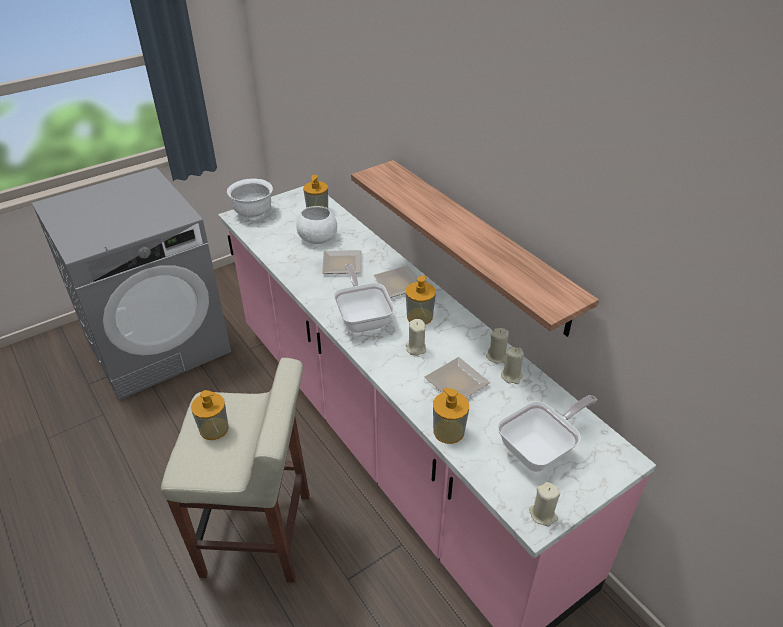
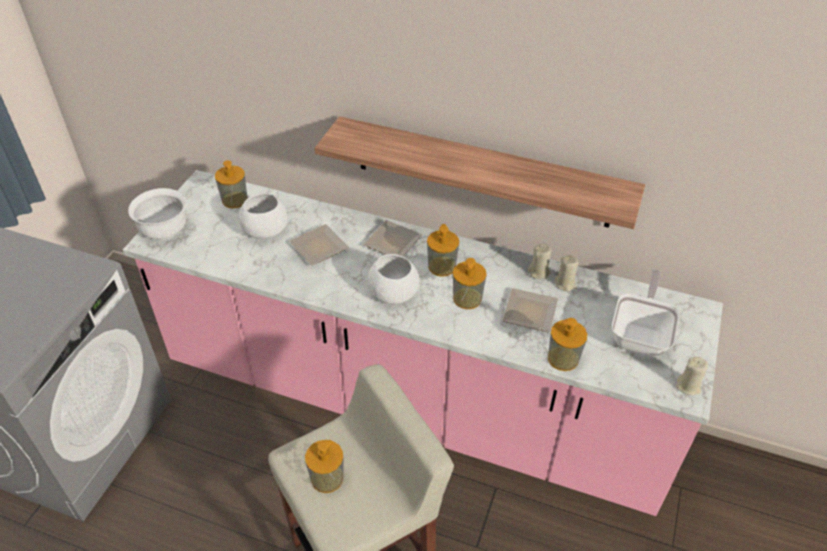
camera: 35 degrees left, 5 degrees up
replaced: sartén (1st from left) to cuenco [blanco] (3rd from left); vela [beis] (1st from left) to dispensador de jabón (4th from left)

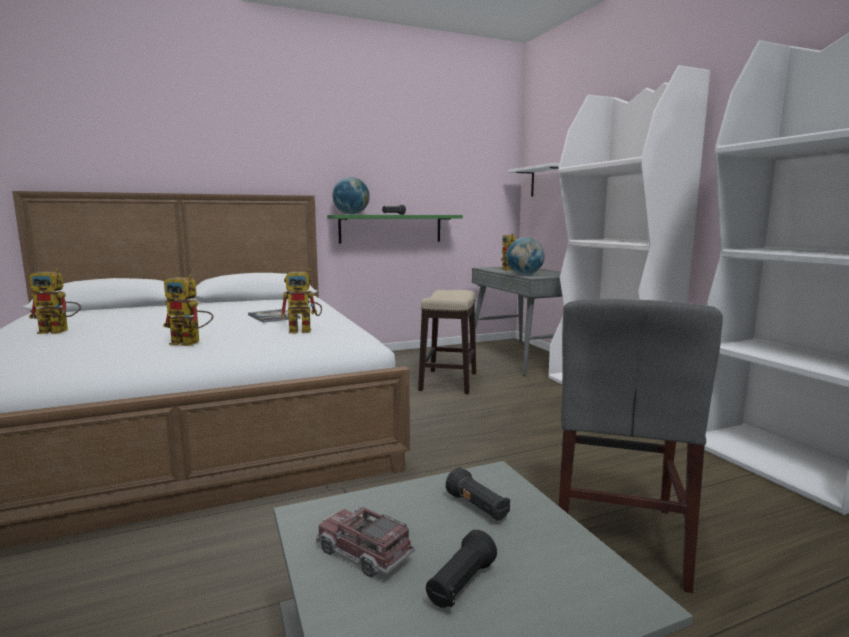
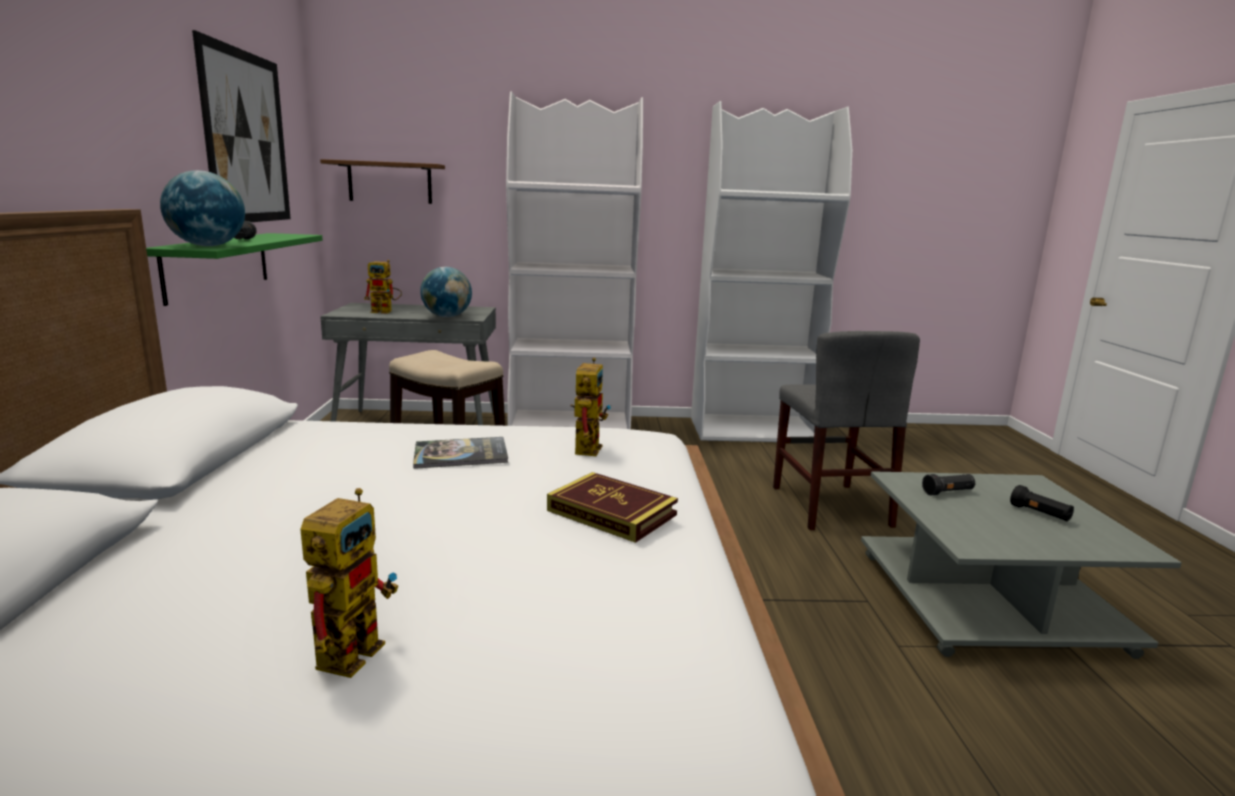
camera: 70 degrees left, 5 degrees up
removed: camión de juguete
added: cuadro
replaced: robot de juguete (2nd from left) to libro (2nd from left)
recoloured: estante [blanco] to estante [marrón]
turned: silla [gris] 45 degrees clockwise

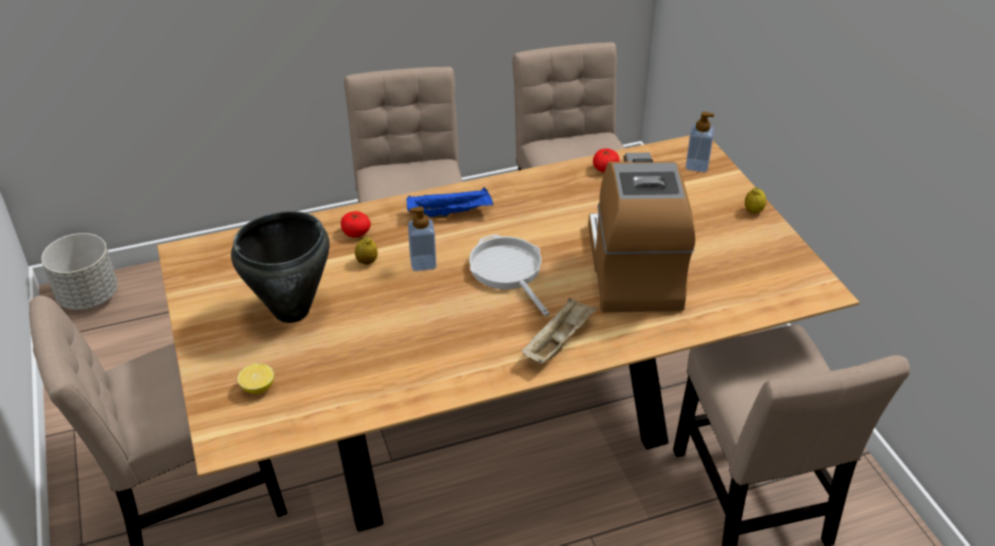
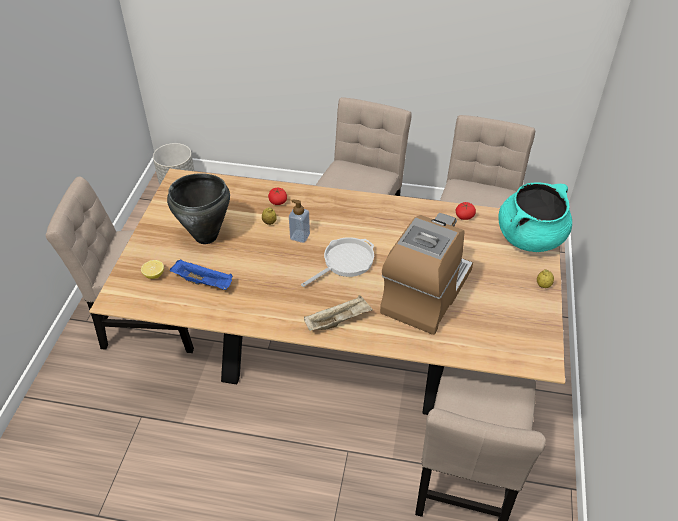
camera: 30 degrees right, 5 degrees up
moved: bandeja [azul]
replaced: dispensador de jabón (2nd from left) to olla [turquesa]
turned: sartén 45 degrees clockwise

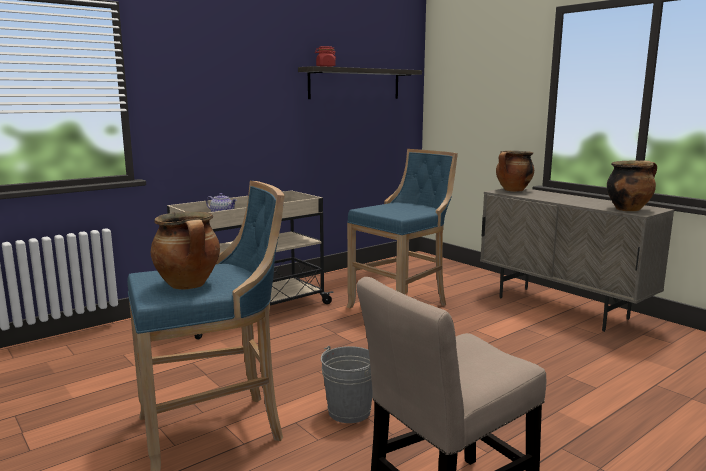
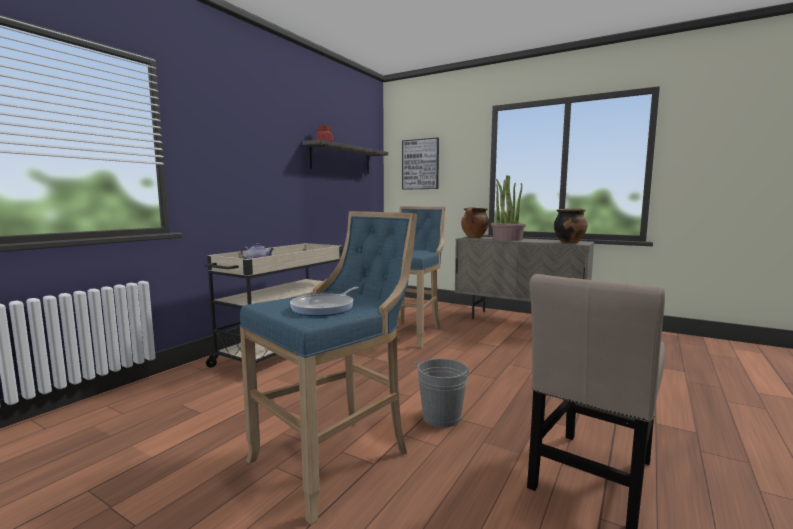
camera: 20 degrees left, 5 degrees down
added: cuadro; planta en maceta
replaced: olla (1st from left) to sartén

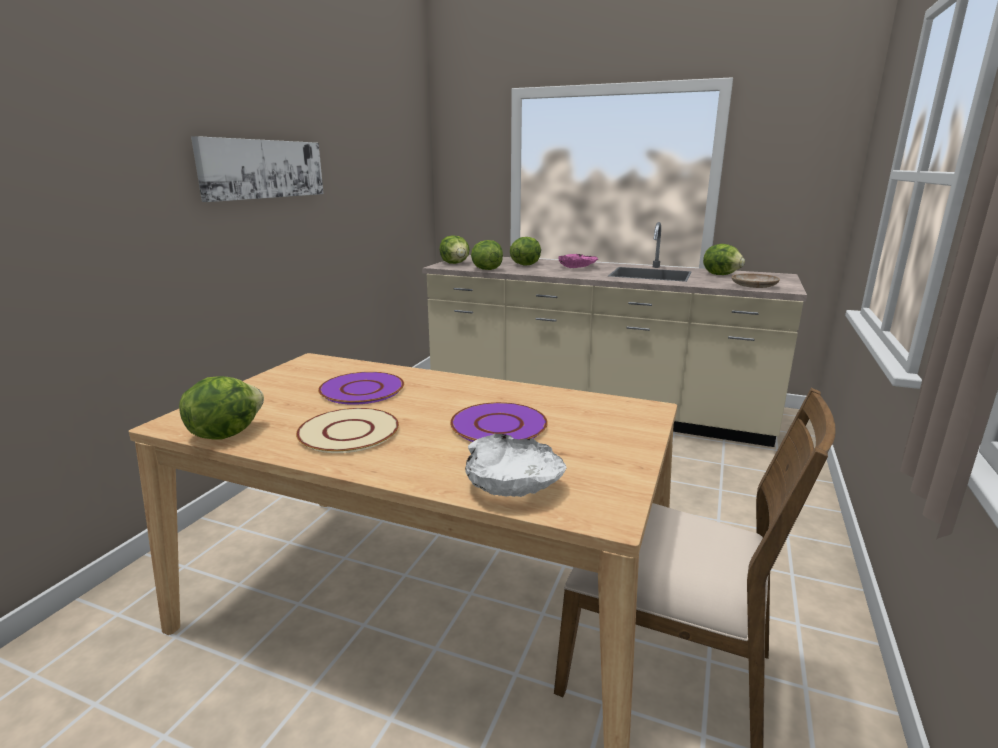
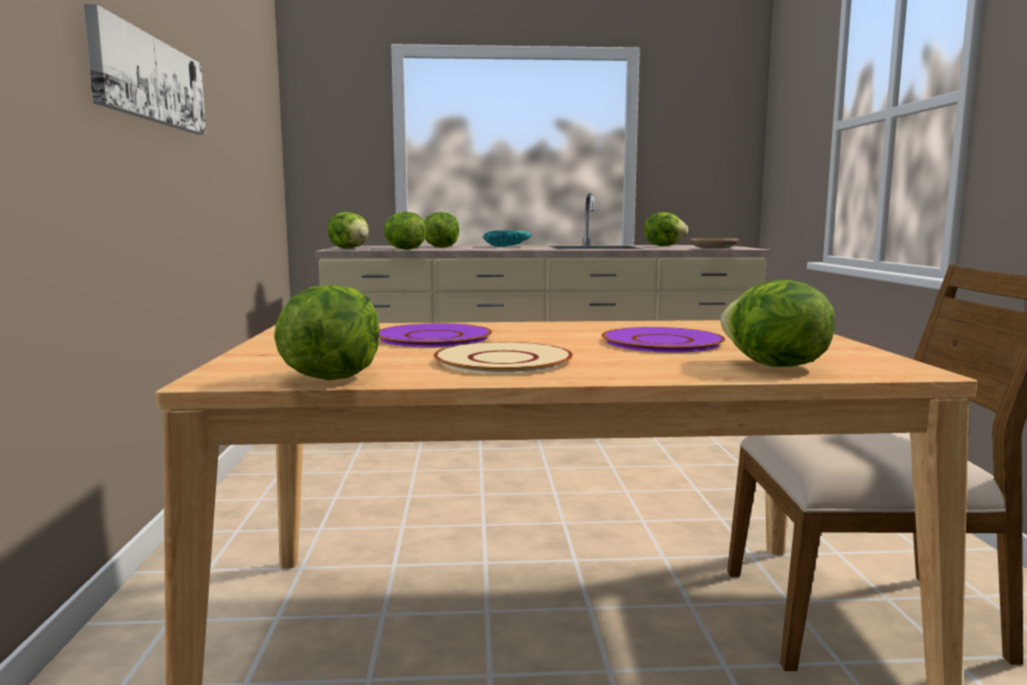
camera: 25 degrees left, 10 degrees down
replaced: cuenco [blanco] to lechuga (6th from left)
recoloured: cuenco [rosa] to cuenco [turquesa]

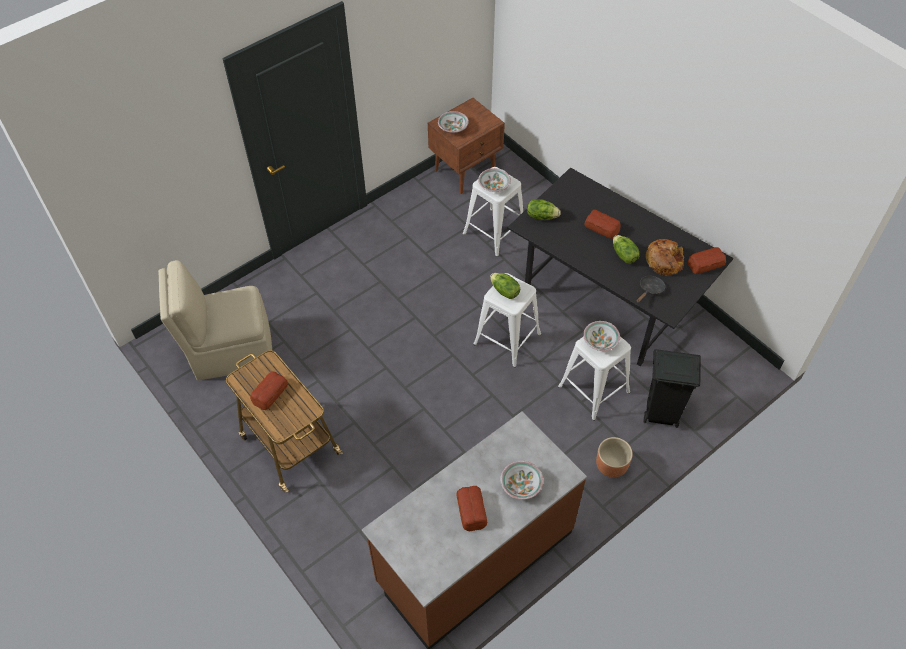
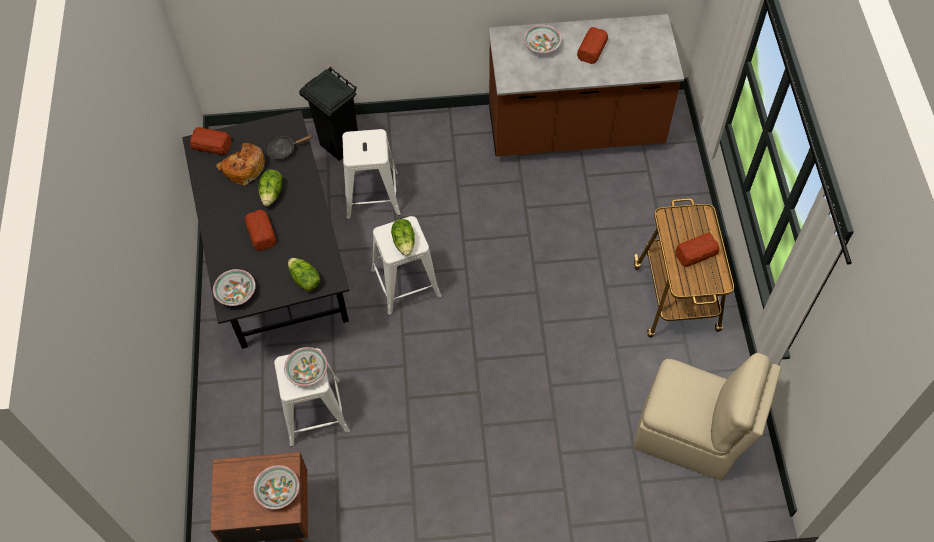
camera: 145 degrees left, 5 degrees up
removed: maceta [marrón]
moved: cuenco (4th from left in the first image) to cuenco (1st from left)

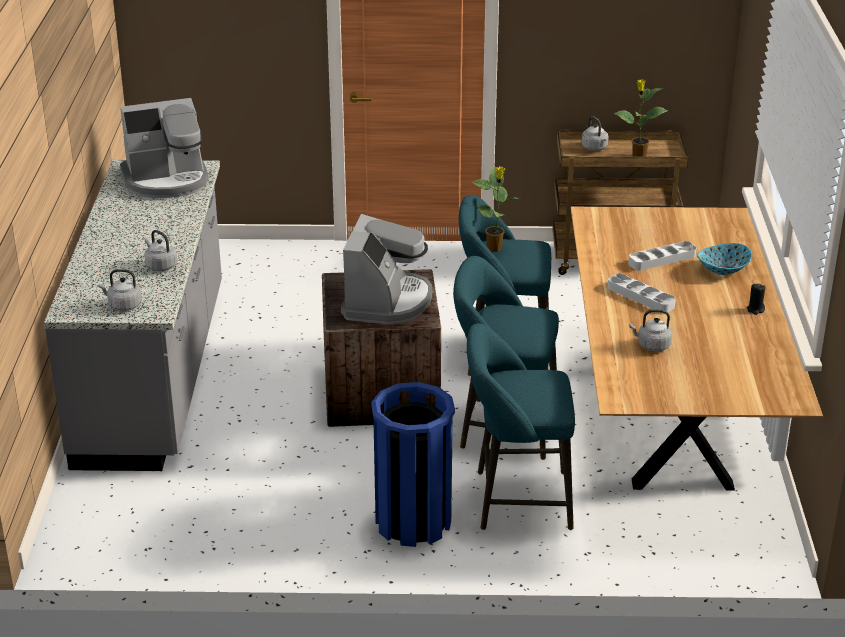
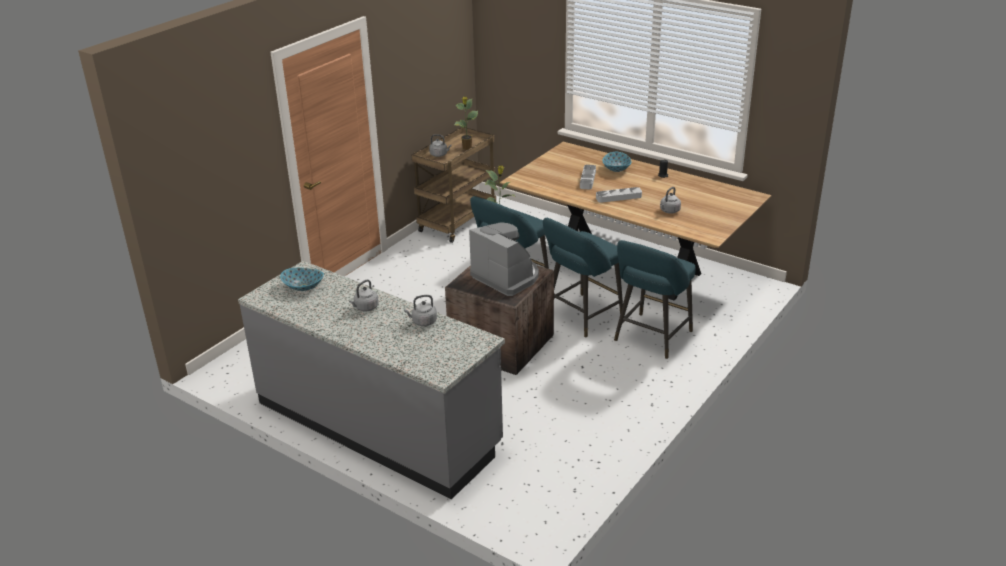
camera: 55 degrees left, 0 degrees up
removed: papelera [azul]
moved: hervidor [gris] (1st from left)
replaced: cafetera (1st from left) to cuenco (1st from left)

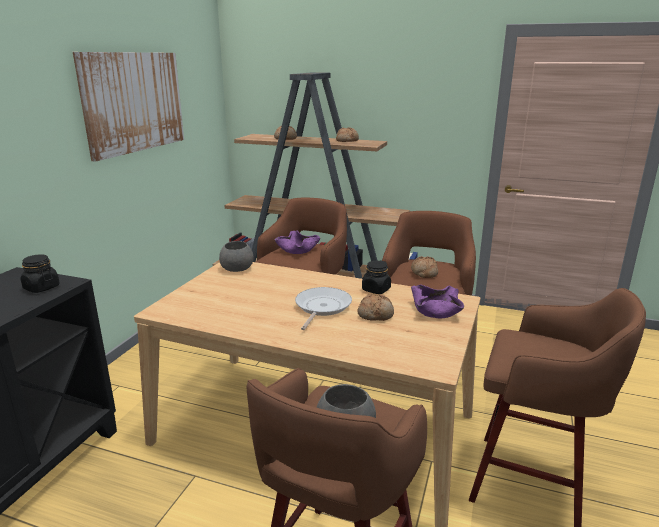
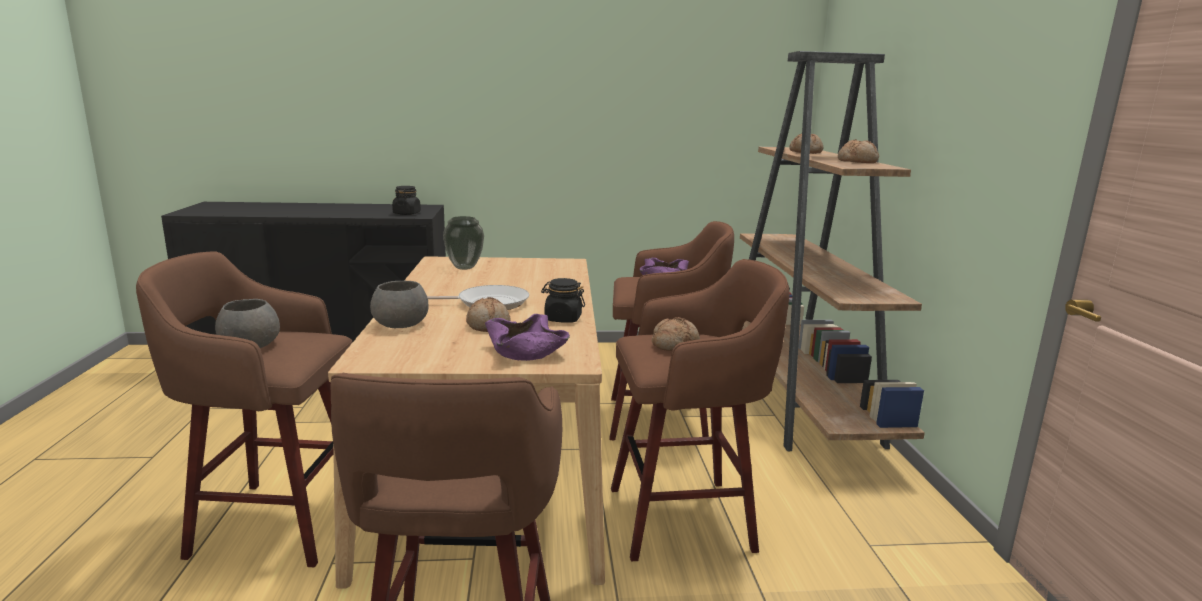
camera: 65 degrees right, 5 degrees down
removed: cuadro
added: florero
moved: cuenco [gris] (1st from left in the first image) to cuenco [gris] (2nd from left)

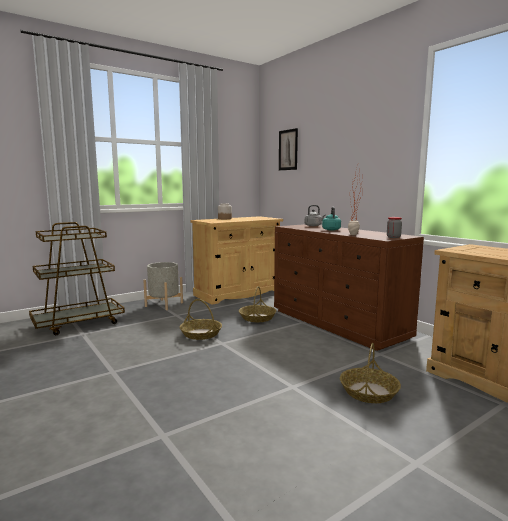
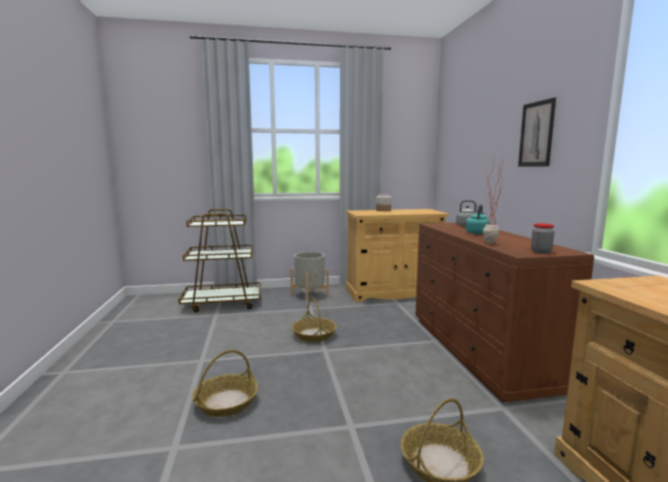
camera: 25 degrees right, 0 degrees up
moved: cuadro; cesta (2nd from left in the first image) to cesta (1st from left)

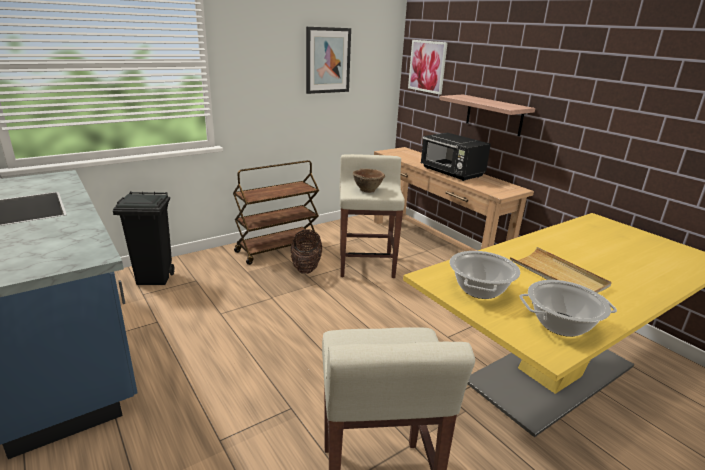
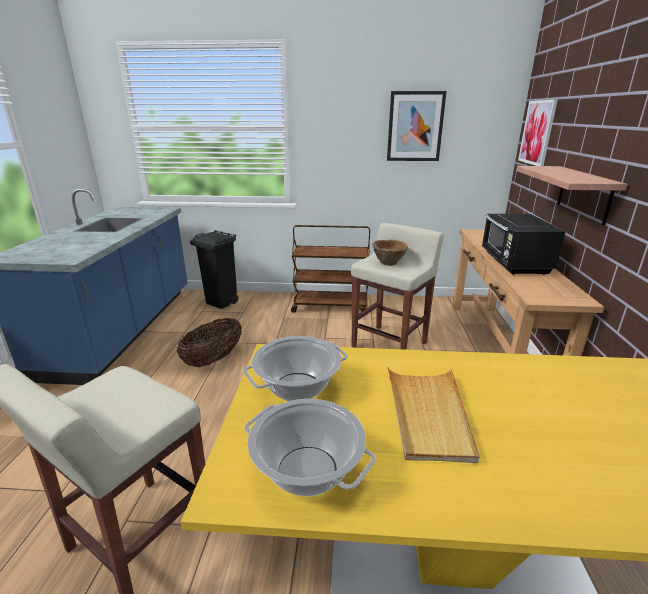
camera: 40 degrees right, 0 degrees up
moved: cesta

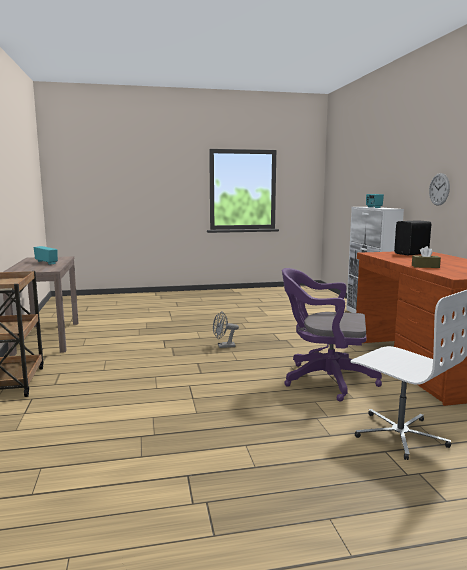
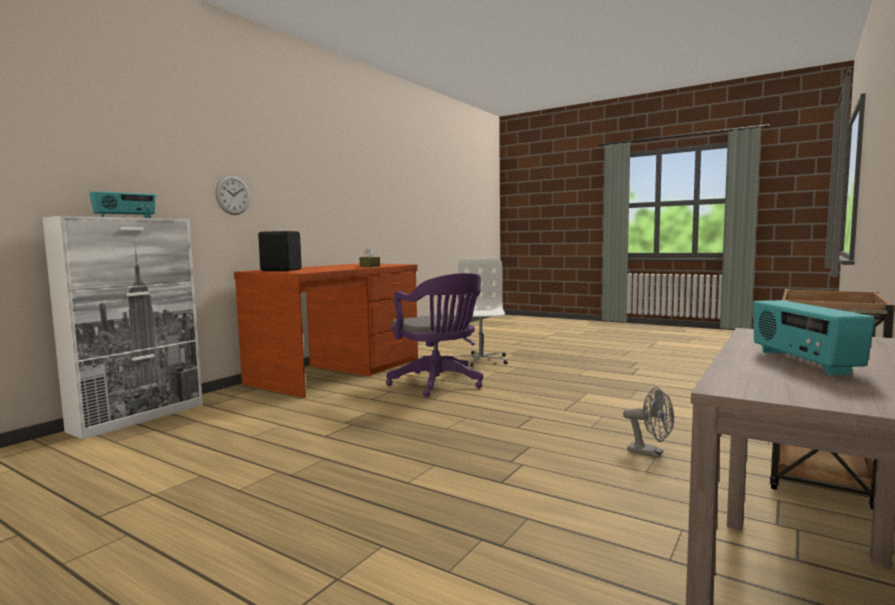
camera: 135 degrees left, 5 degrees down
moved: ventilador [gris]

